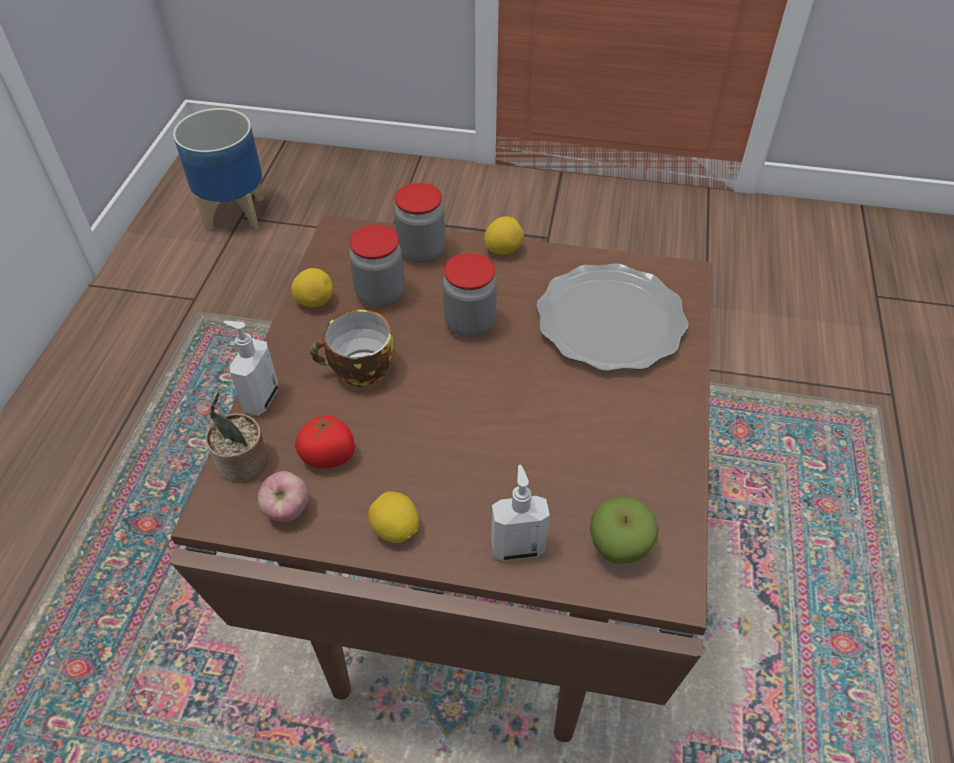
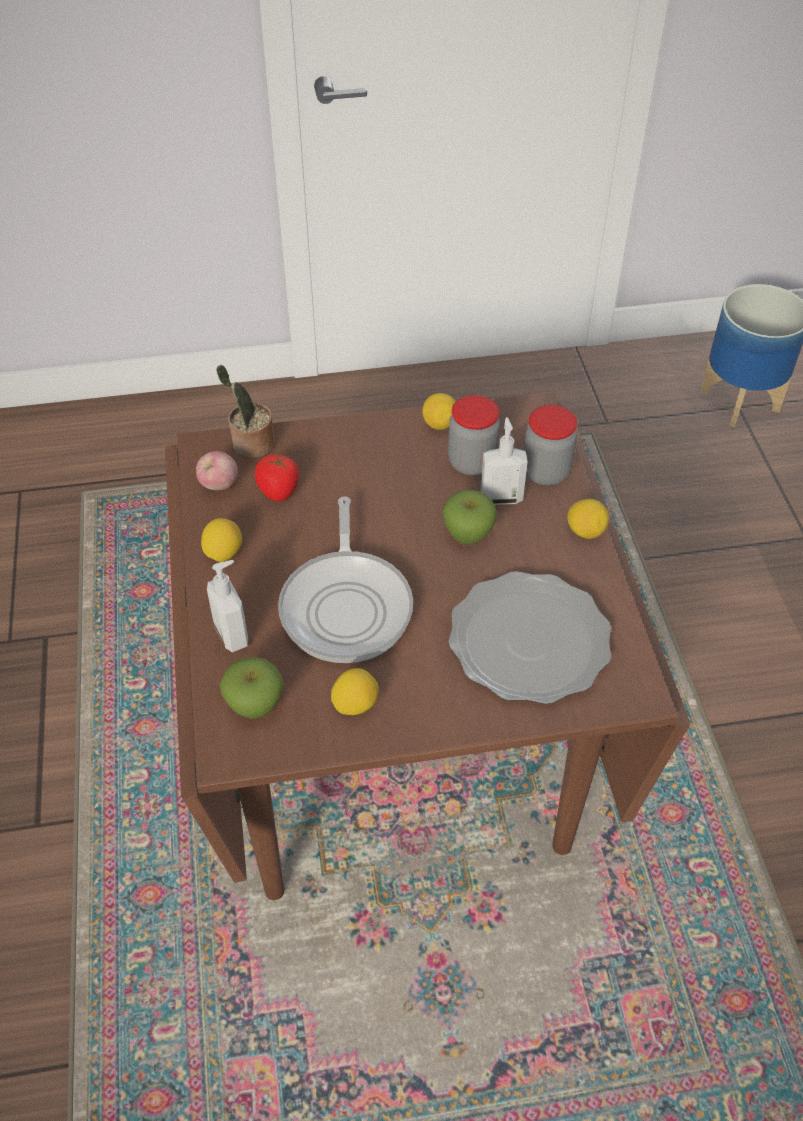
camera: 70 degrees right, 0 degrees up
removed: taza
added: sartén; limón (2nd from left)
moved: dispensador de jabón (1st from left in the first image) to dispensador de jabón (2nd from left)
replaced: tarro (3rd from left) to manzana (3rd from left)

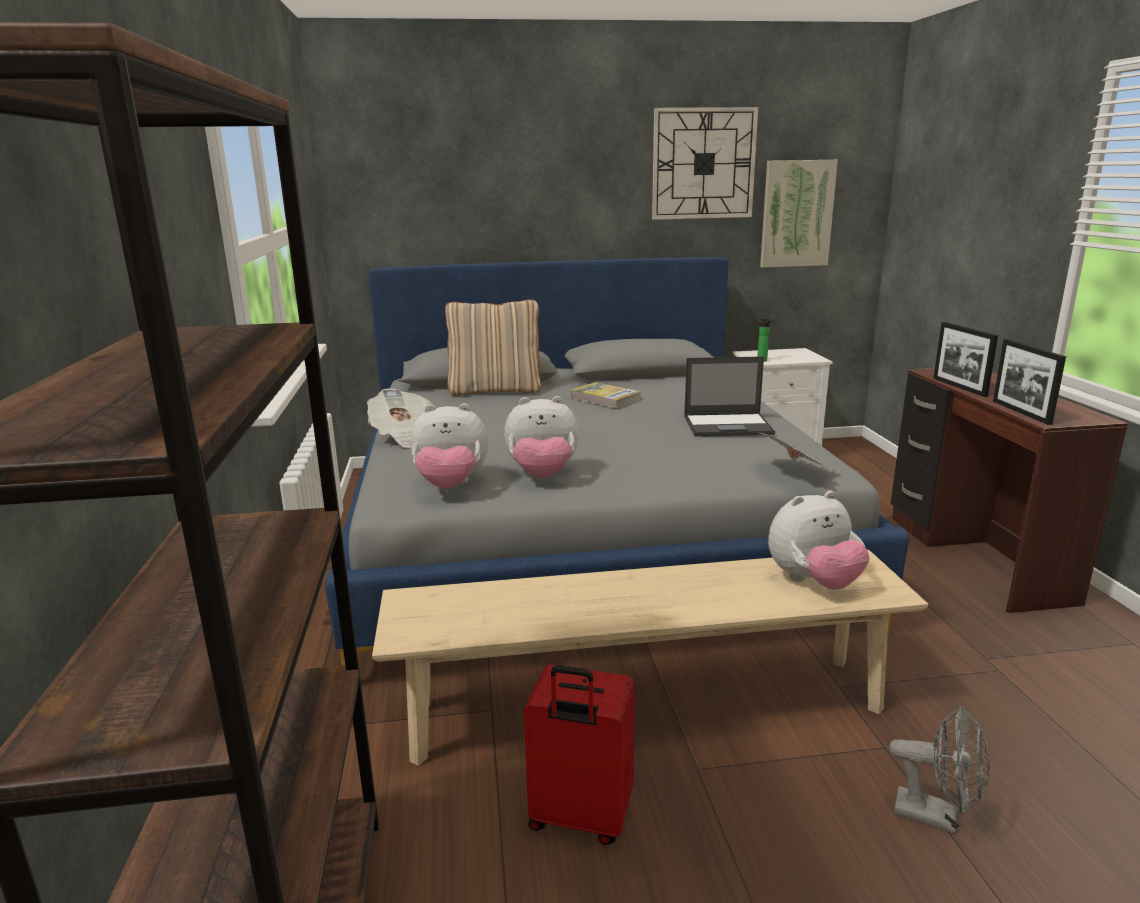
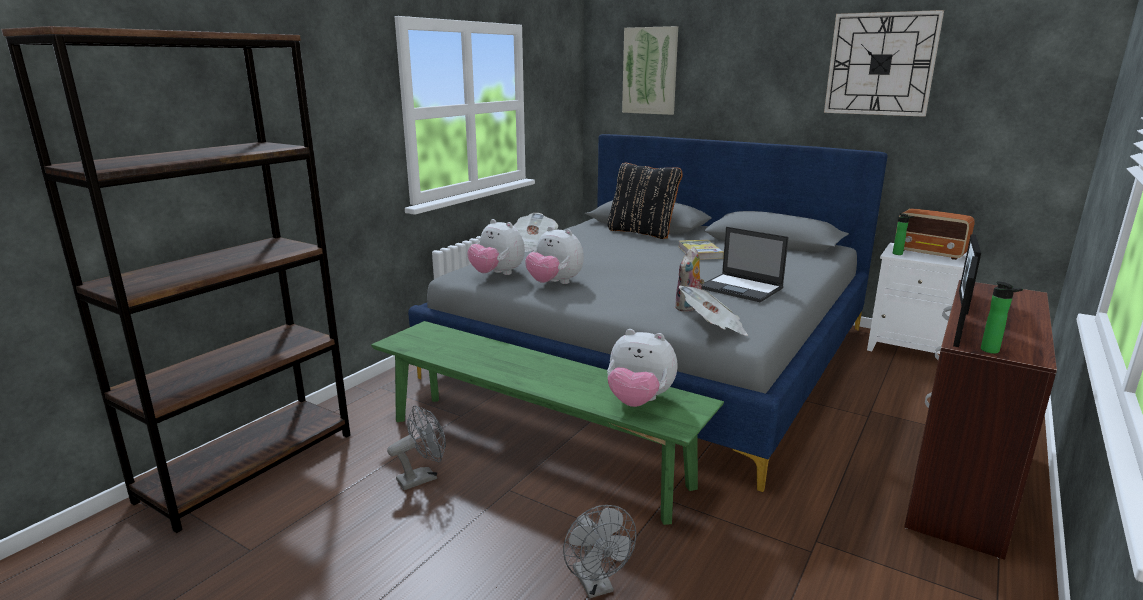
camera: 40 degrees right, 0 degrees up
added: radio; peluche (4th from left); botella (2nd from left)
moved: cuadro
replaced: maleta [rojo] to ventilador [gris] (1st from left)
recoloured: cojín [beis] to cojín [negro]; banco [beis] to banco [verde]

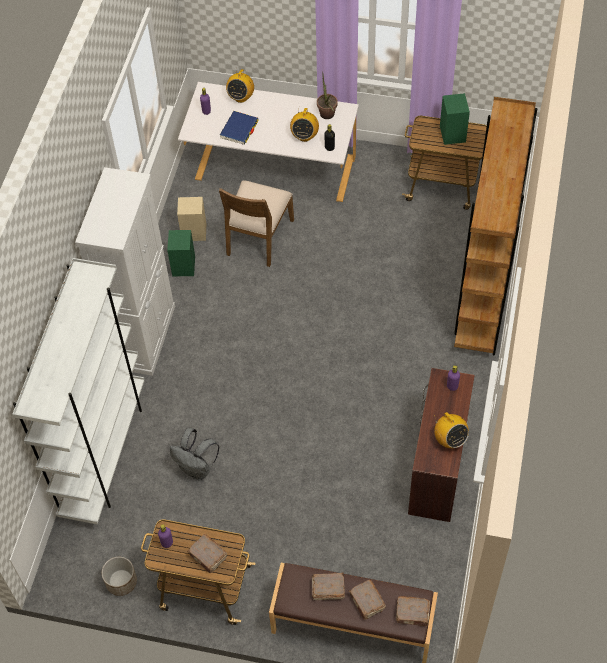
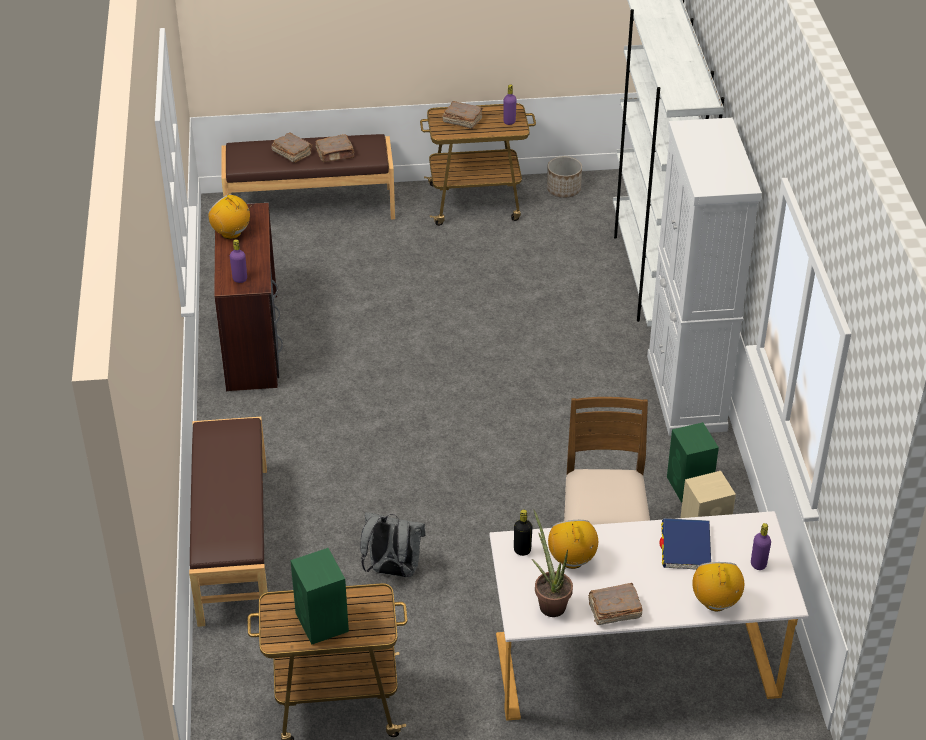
camera: 160 degrees right, 15 degrees down
moved: mochila [gris]; libro [marrón] (4th from left)
replaced: estantería [marrón] to banco [marrón] (1st from left)

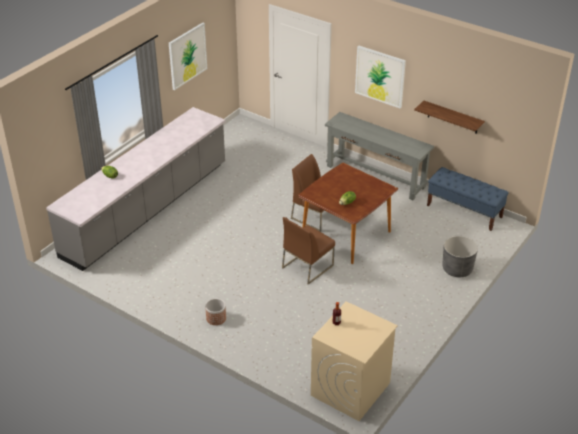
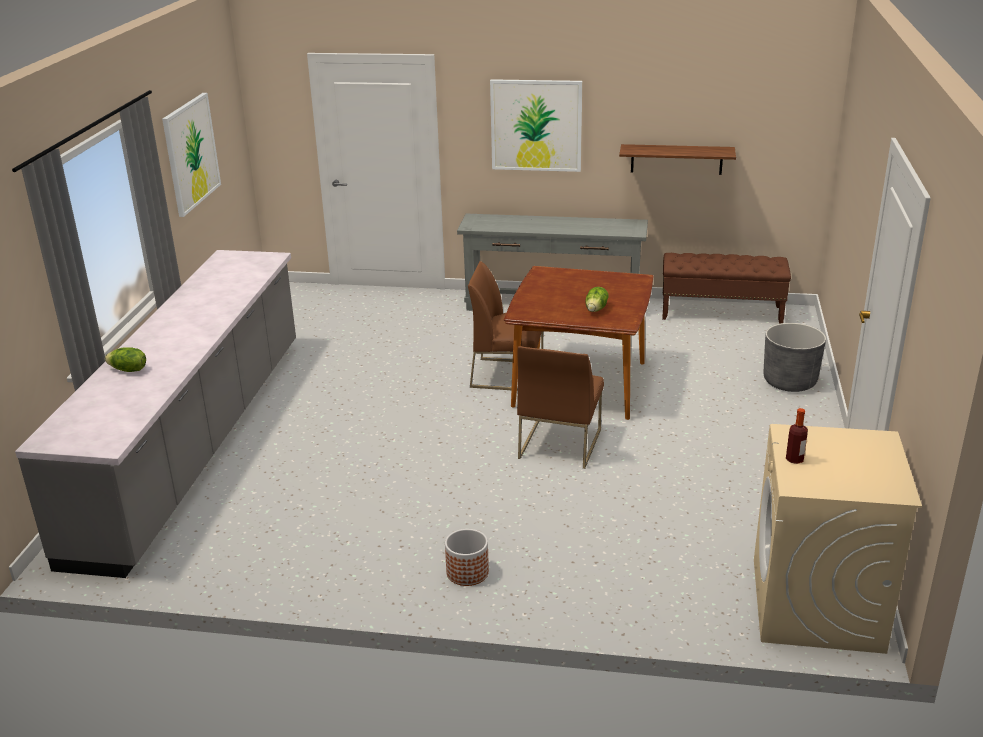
camera: 25 degrees left, 10 degrees down
recoloured: banco [azul] to banco [marrón]

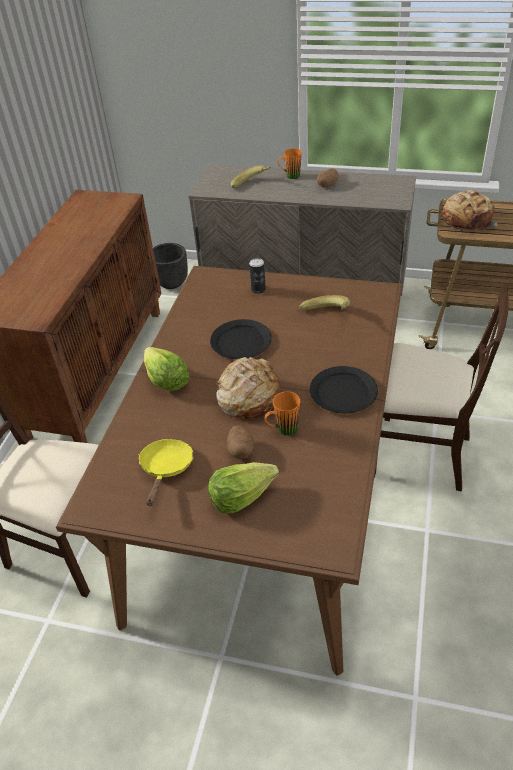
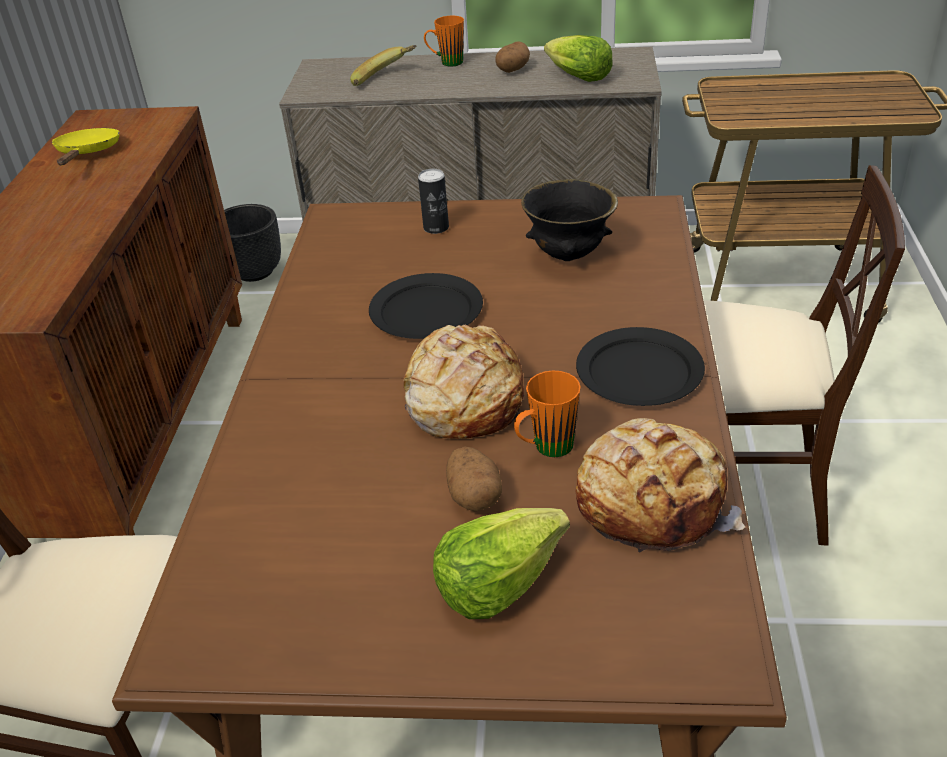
camera: 10 degrees left, 5 degrees down
moved: pan (2nd from left); lechuga (1st from left in the first image) to lechuga (2nd from left); sartén [amarillo]
replaced: plátano (2nd from left) to cuenco [negro]

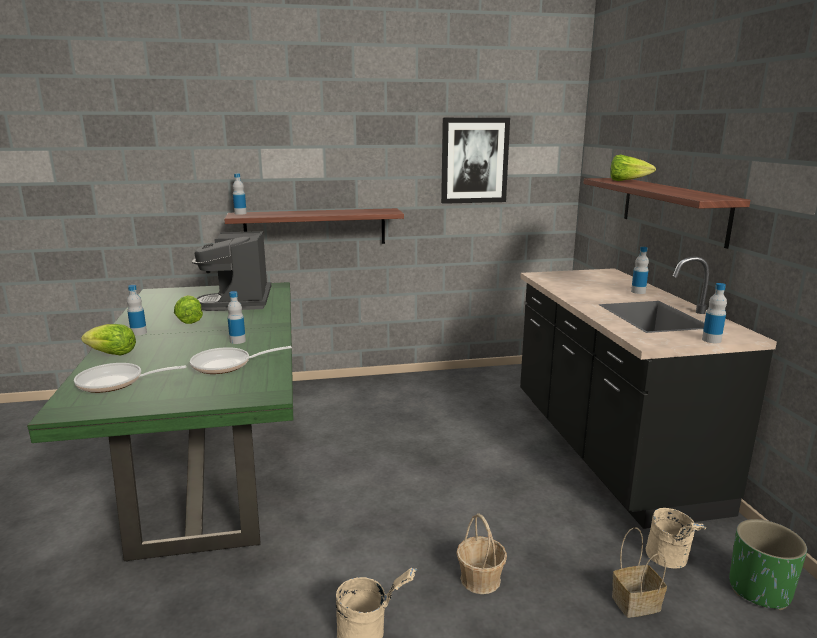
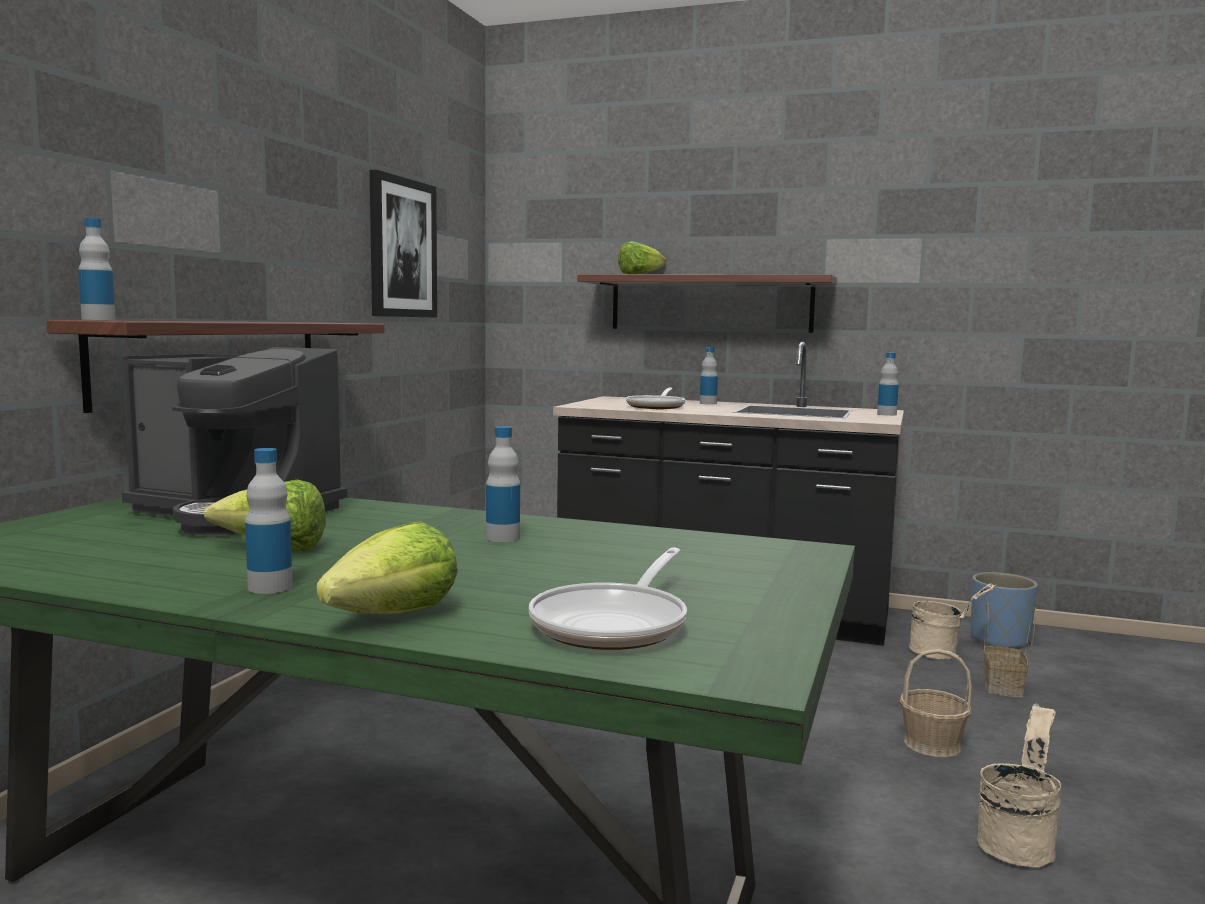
camera: 60 degrees left, 10 degrees down
moved: sartén (2nd from left)
recoloured: maceta [verde] to maceta [azul]

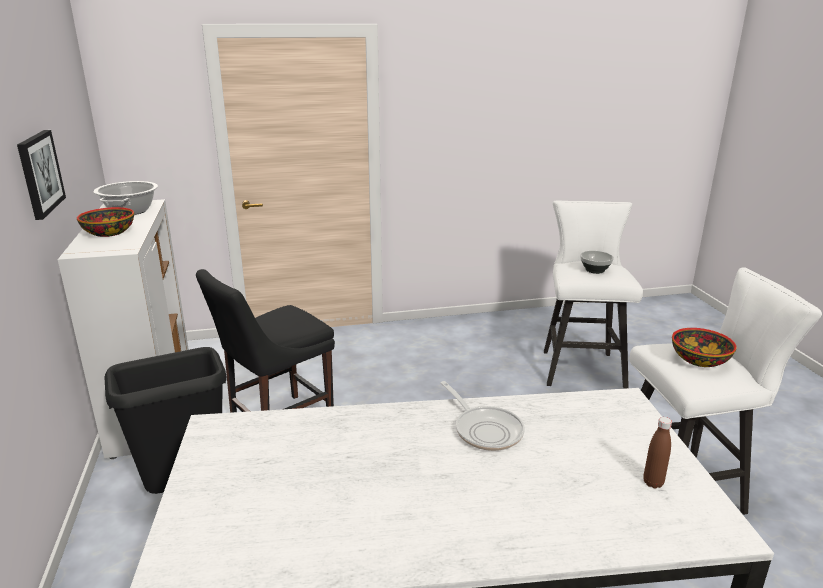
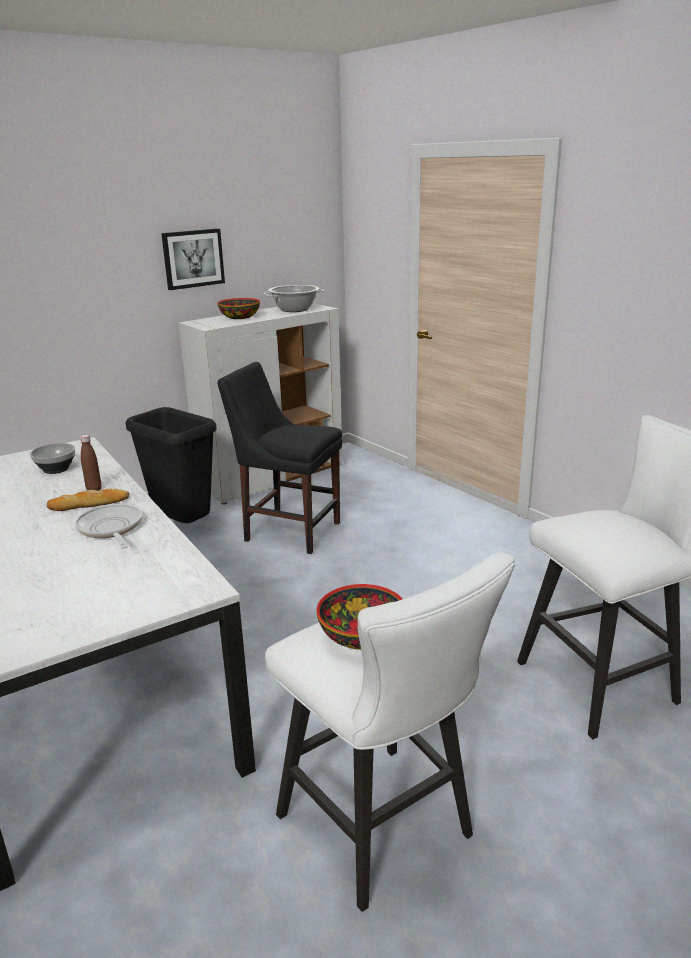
camera: 65 degrees right, 0 degrees up
added: pan
moved: cuenco (2nd from left in the first image) to cuenco (1st from left); botella [marrón]
turned: sartén 120 degrees clockwise

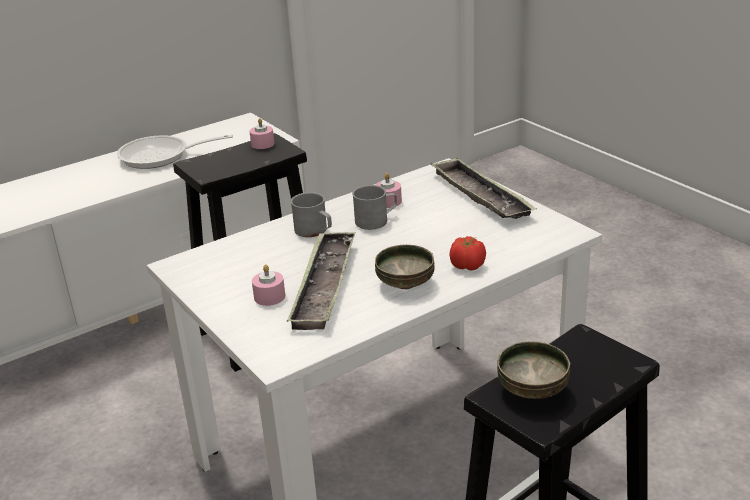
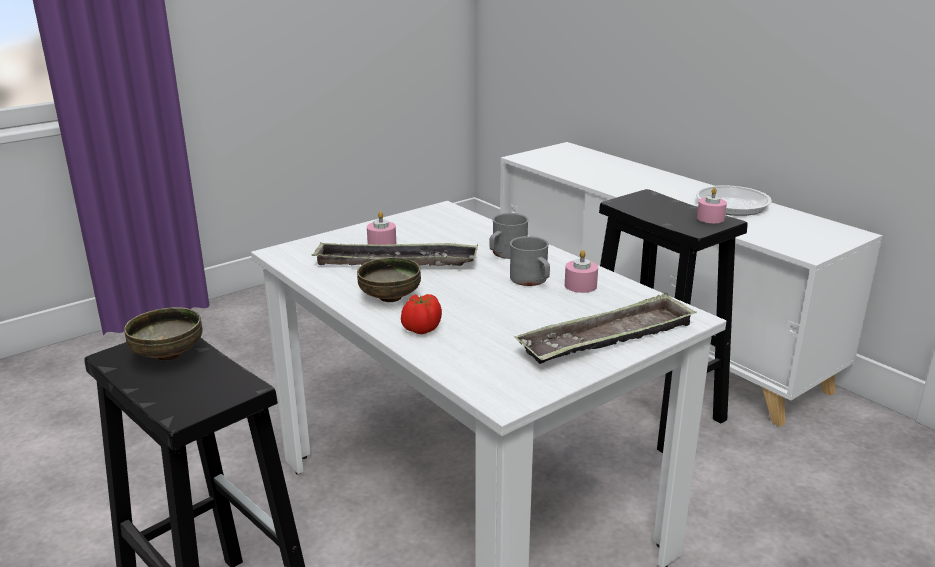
camera: 85 degrees right, 5 degrees down
turned: sartén 60 degrees clockwise

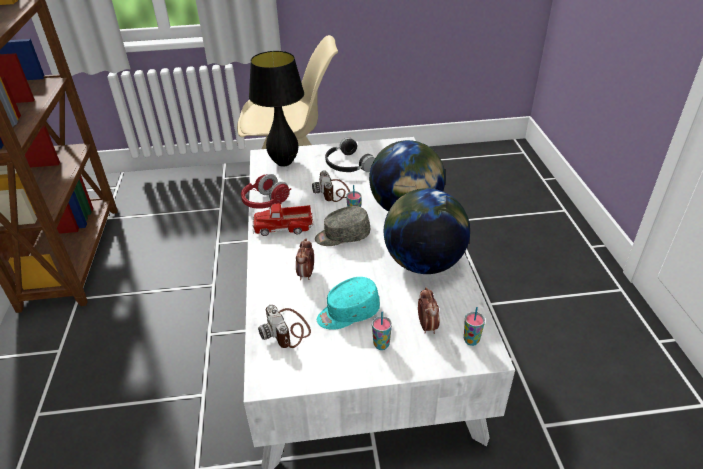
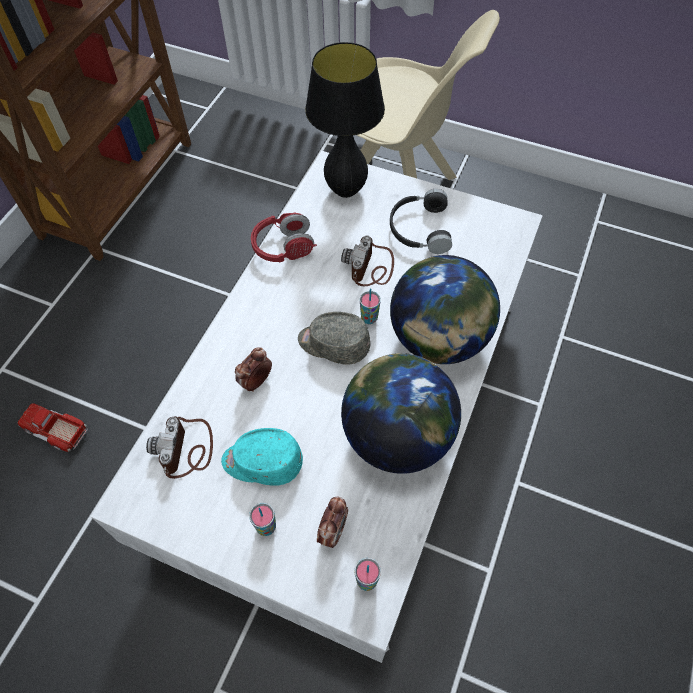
camera: 30 degrees right, 20 degrees up
moved: camión de juguete

